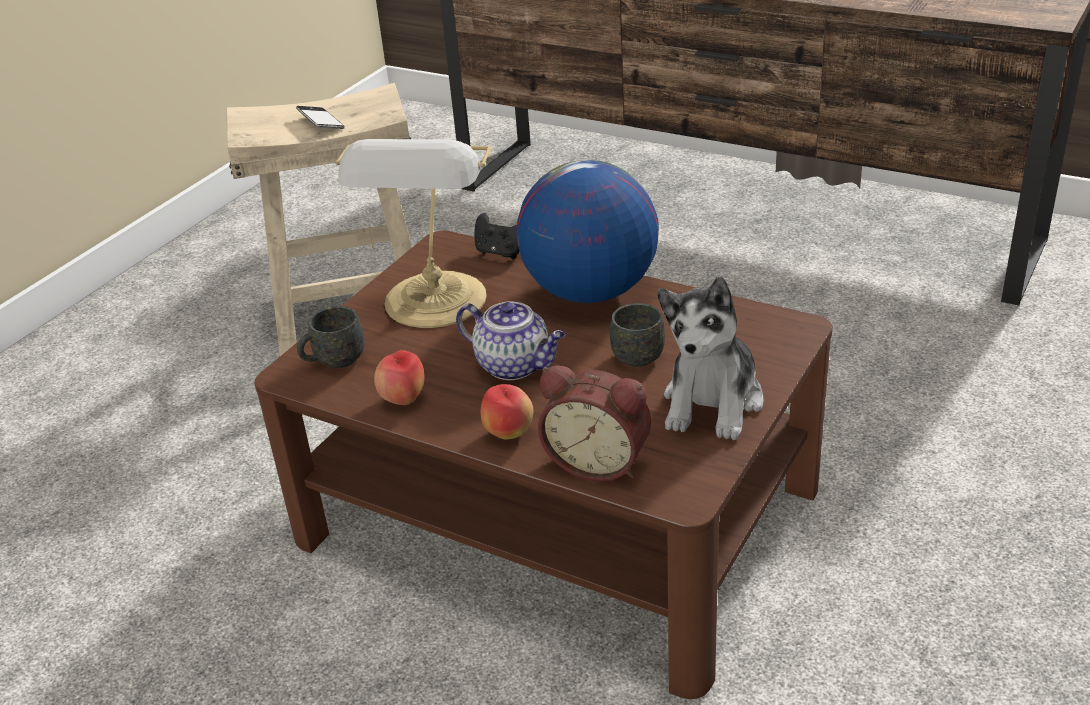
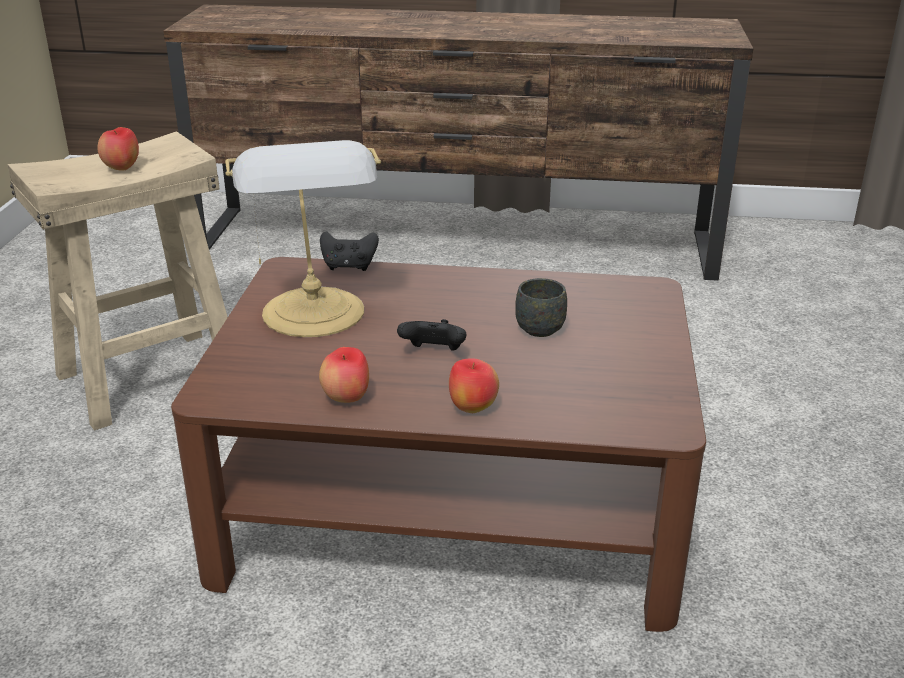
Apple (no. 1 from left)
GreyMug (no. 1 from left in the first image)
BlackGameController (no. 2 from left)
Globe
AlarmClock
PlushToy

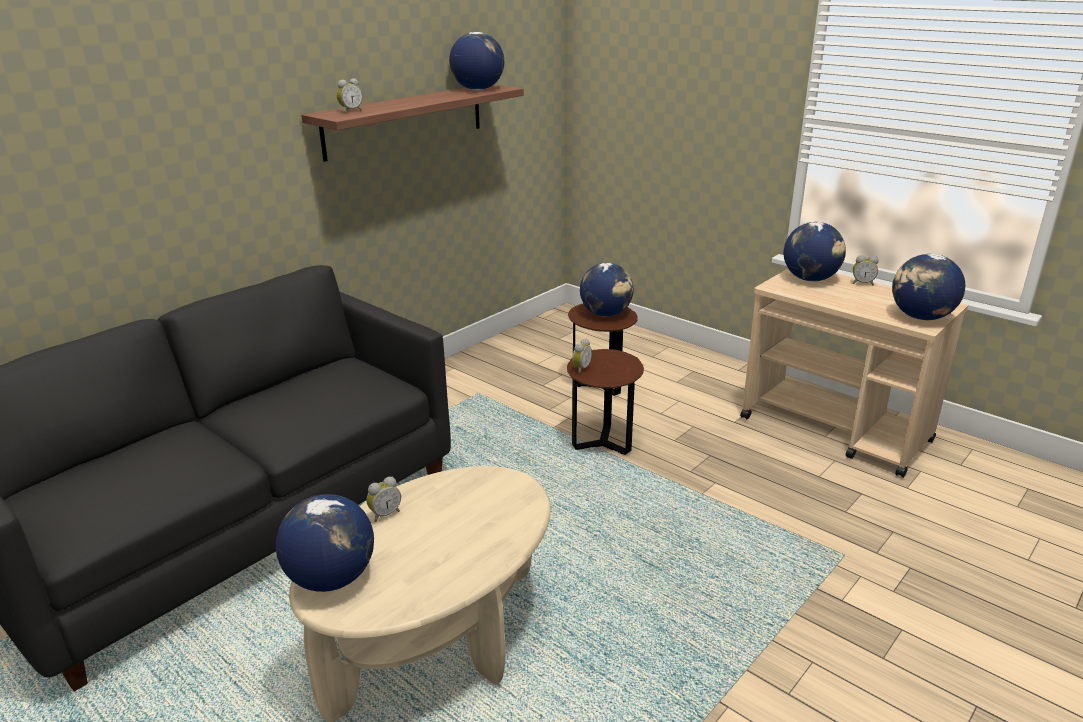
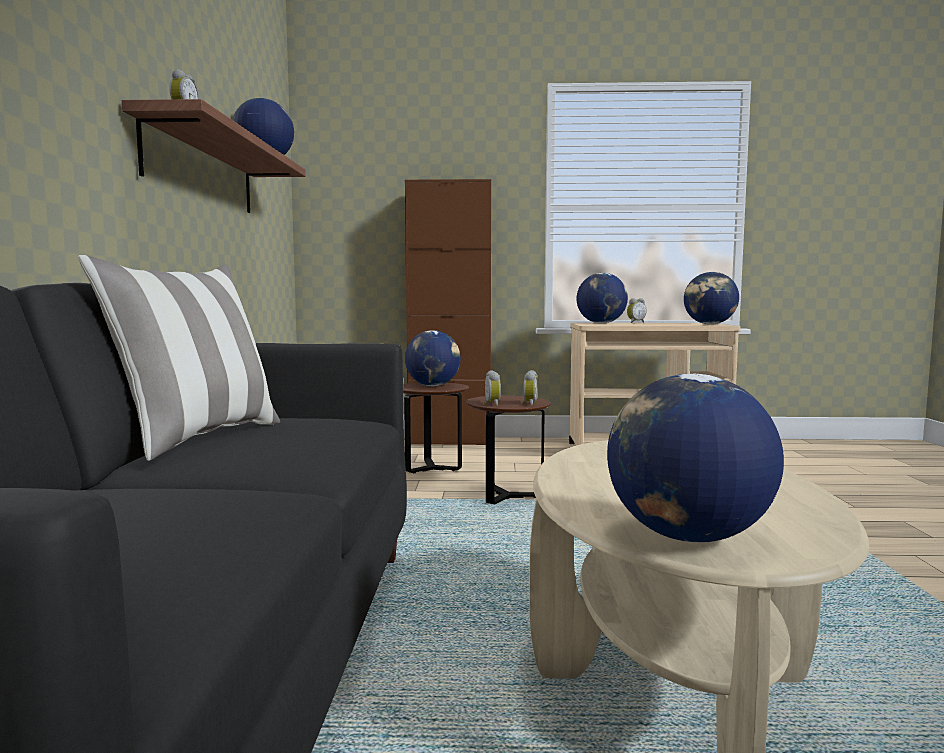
AlarmClock (no. 3 from left)
Pillow
BrownCabinet

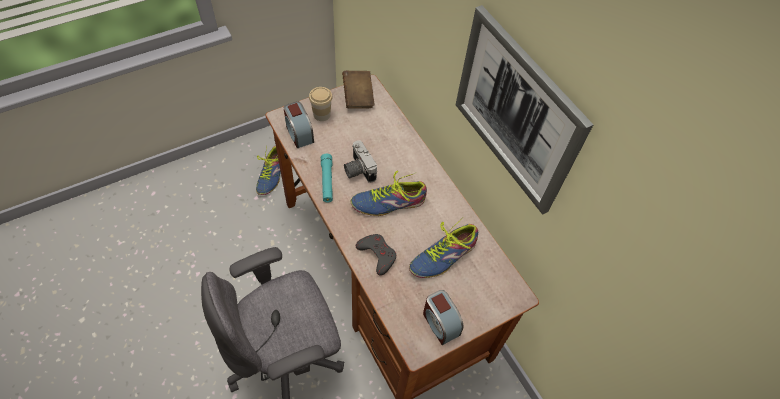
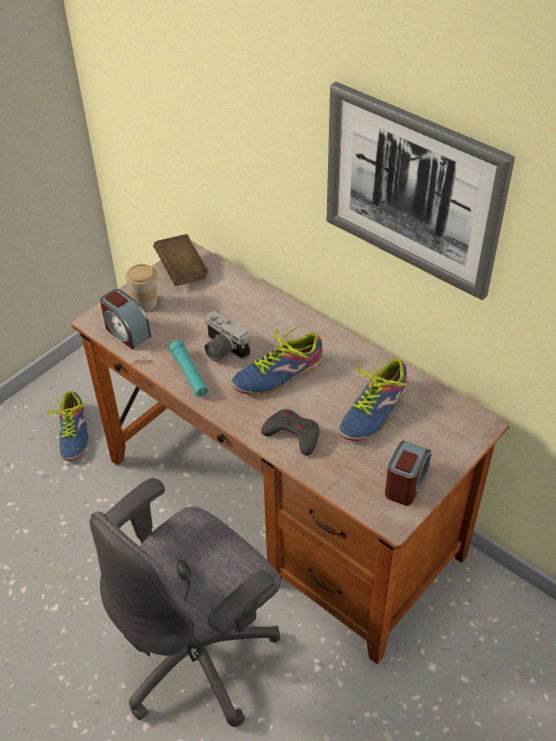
AlarmClock (no. 2 from left)

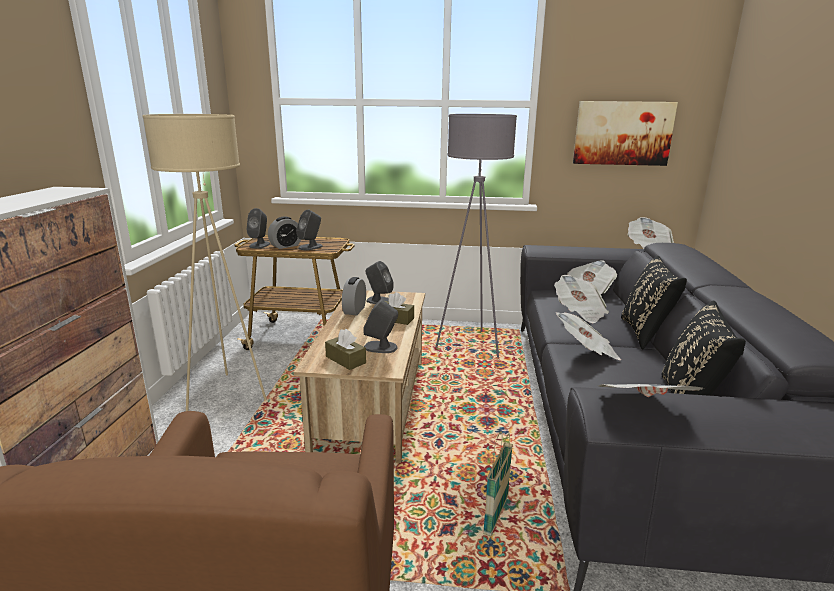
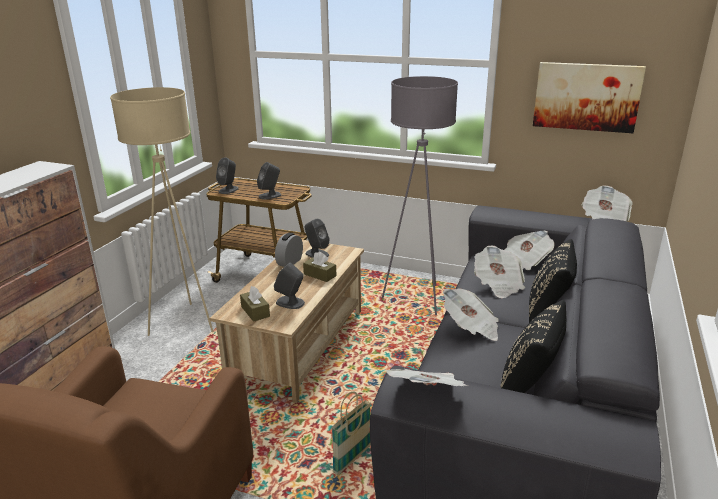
AlarmClock (no. 1 from left in the first image)

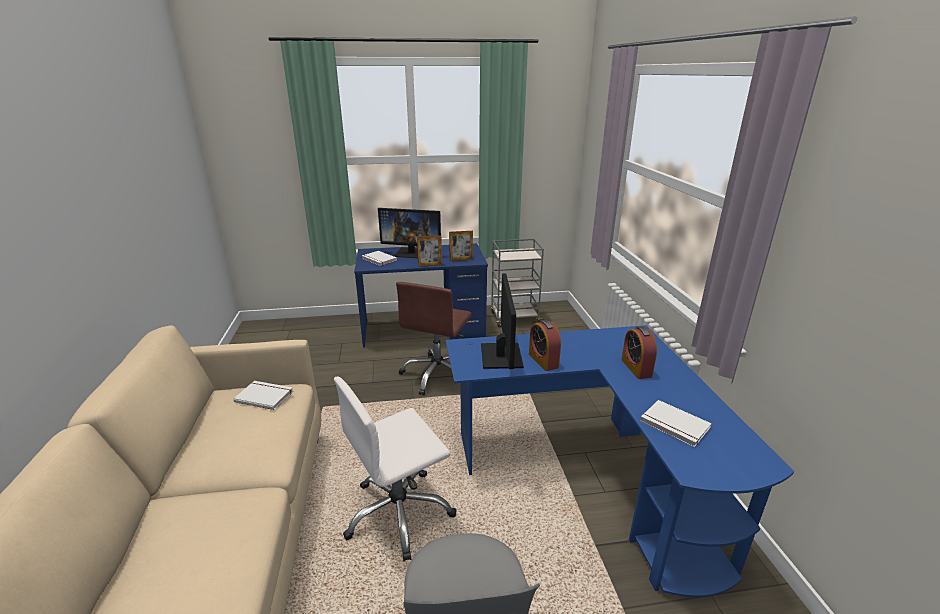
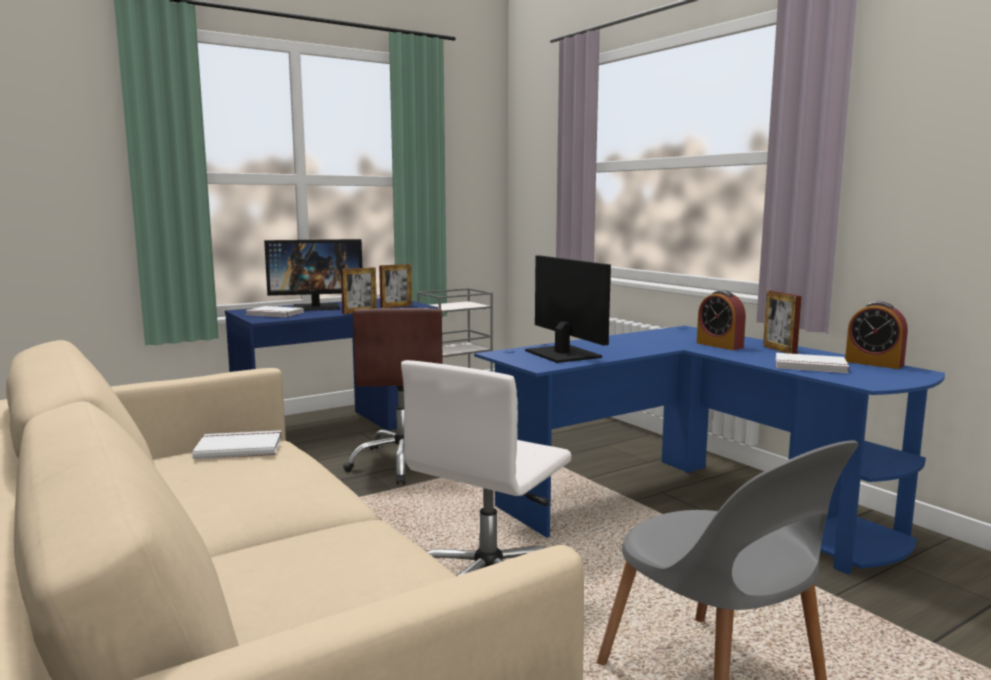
AlarmClock (no. 2 from left)
PictureFrame (no. 3 from left)

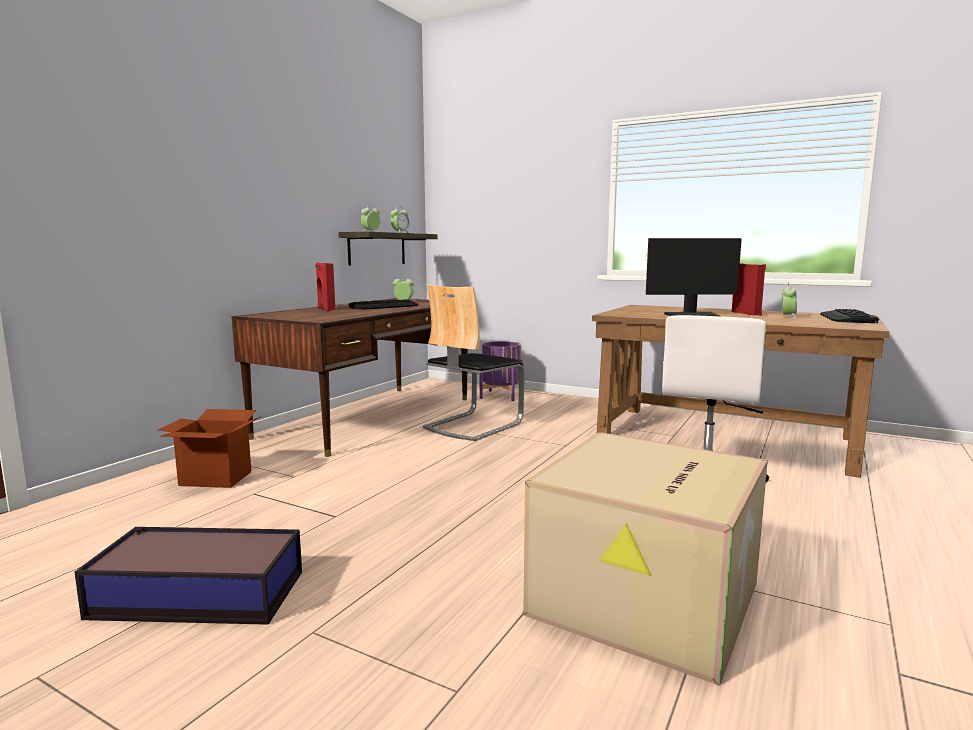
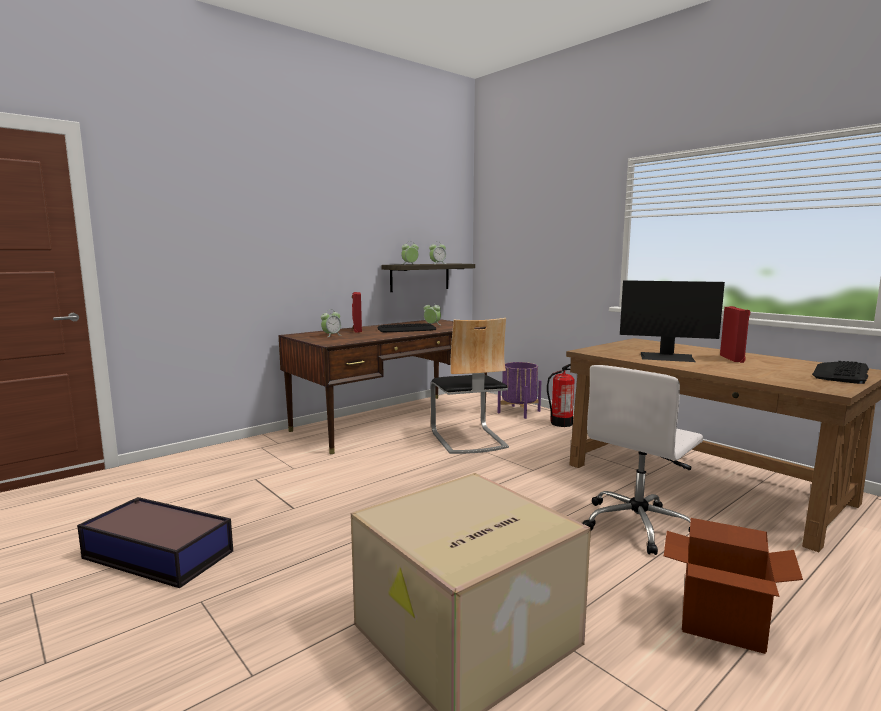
CardboardBox (no. 2 from left)
Chair
AlarmClock (no. 1 from left)
FireExtinguisher

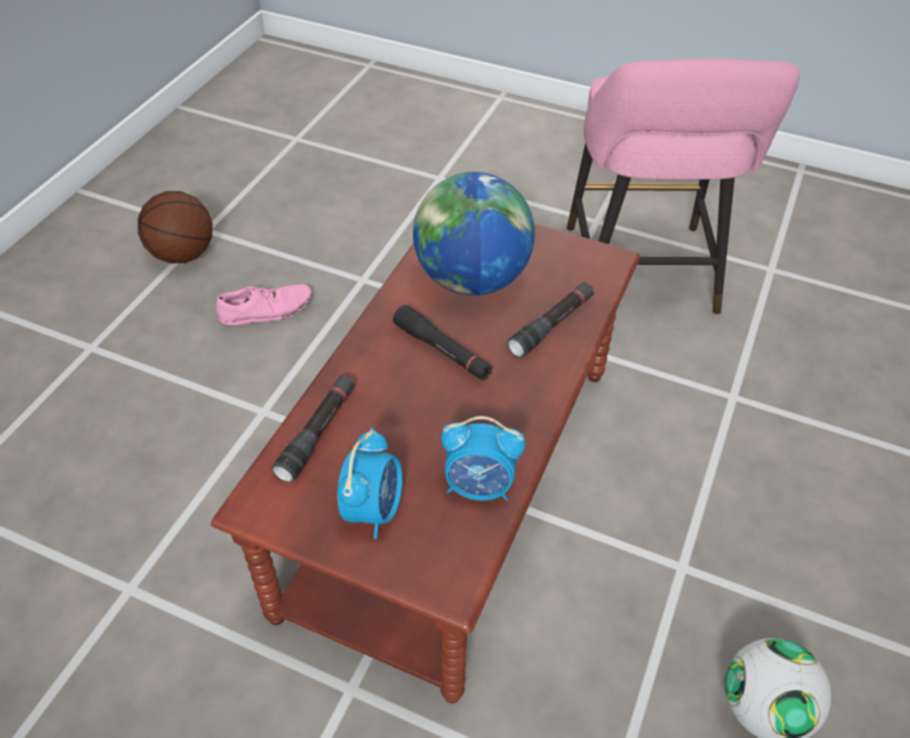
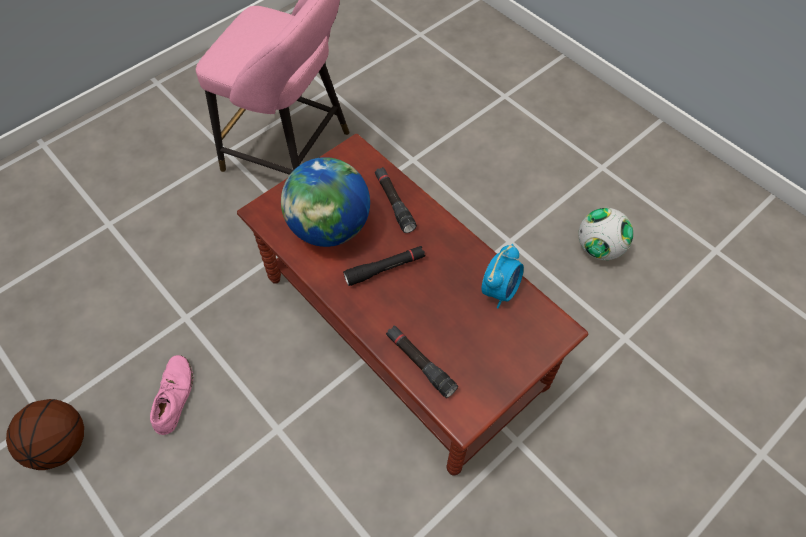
AlarmClock (no. 1 from left in the first image)

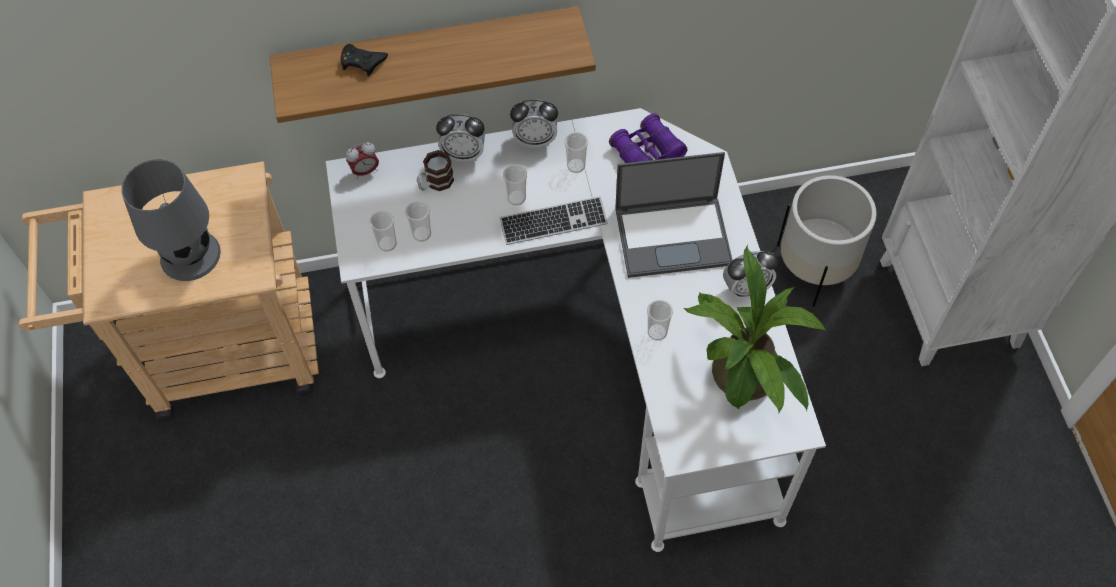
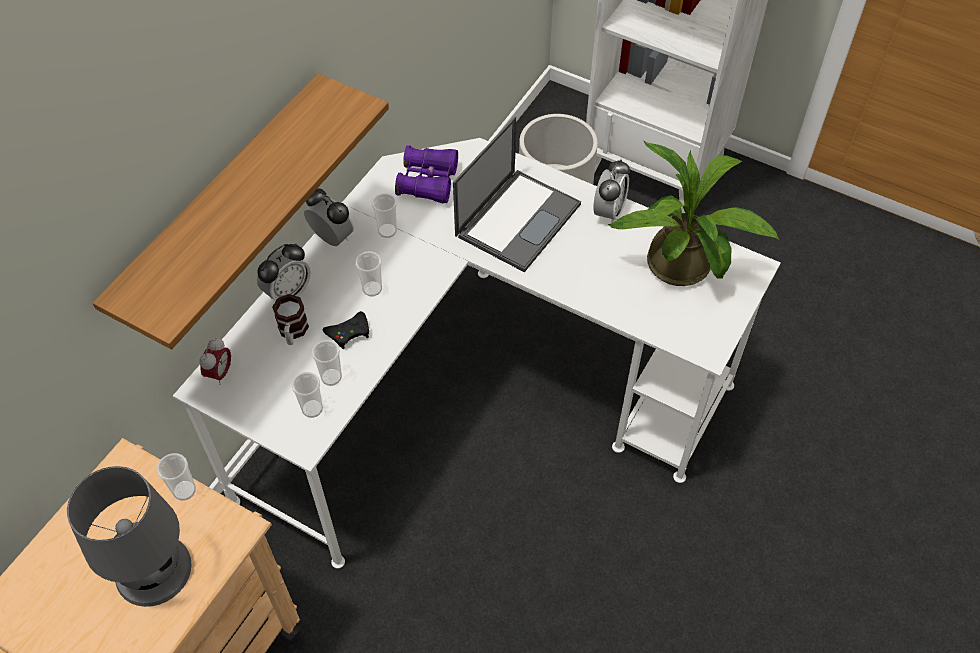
BlackGameController
Keyboard
AlarmClock (no. 3 from left)
Cup (no. 1 from left)

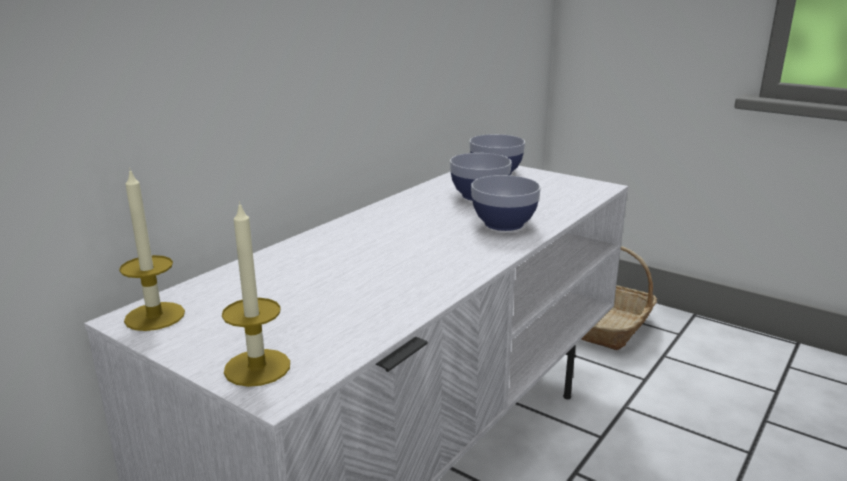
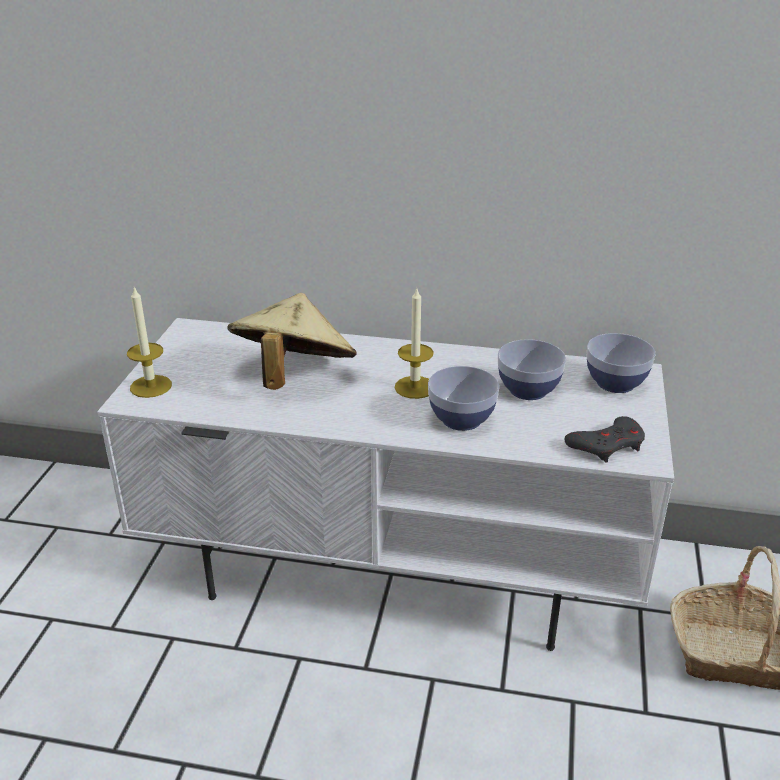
Candle (no. 2 from left)
BeigeHat
GreyGameController

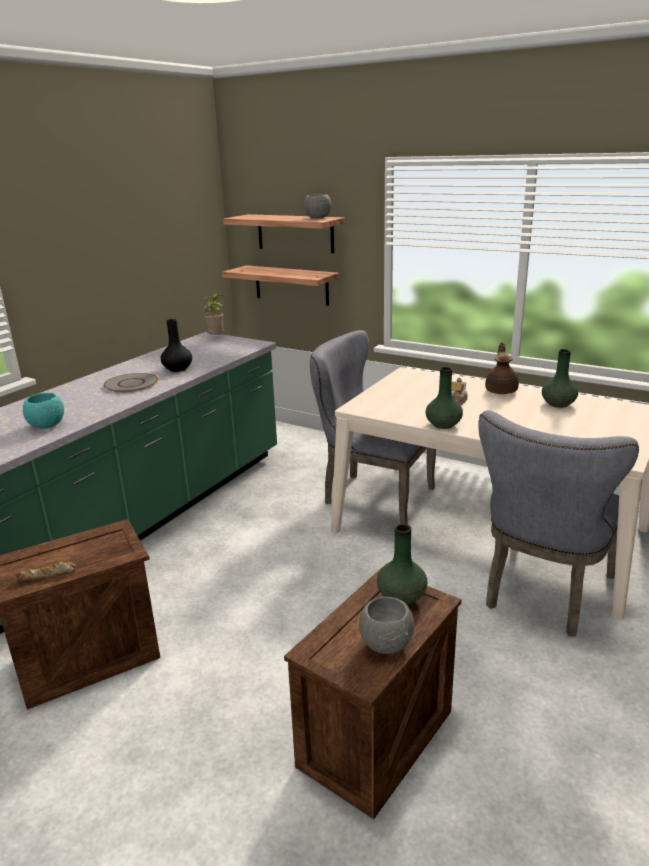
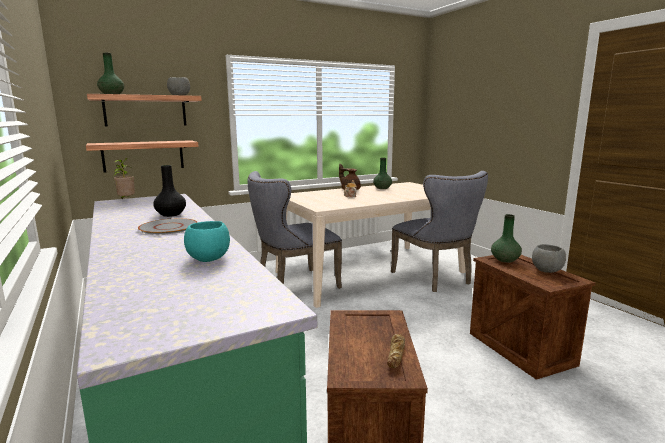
GreenVase (no. 1 from left)

